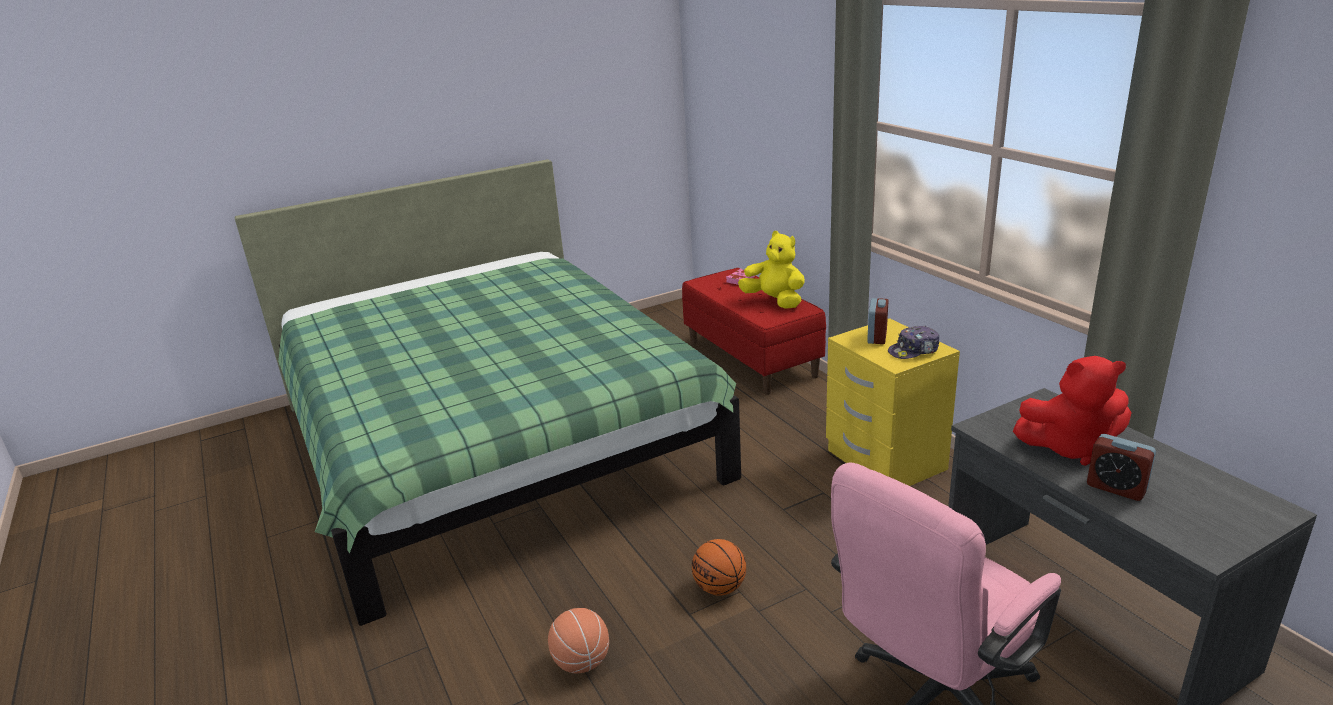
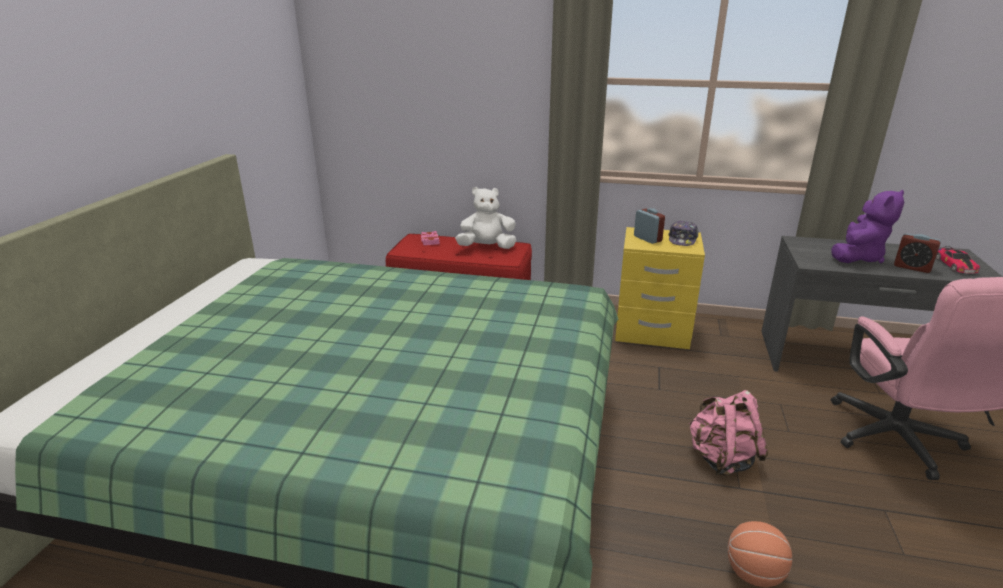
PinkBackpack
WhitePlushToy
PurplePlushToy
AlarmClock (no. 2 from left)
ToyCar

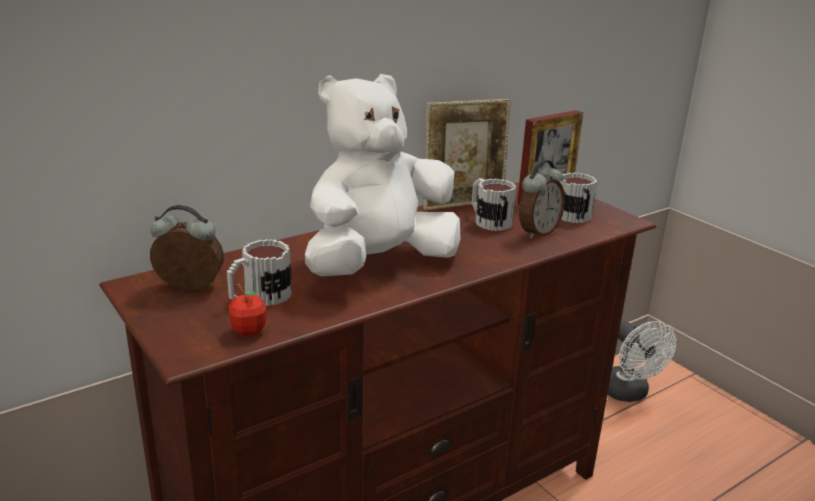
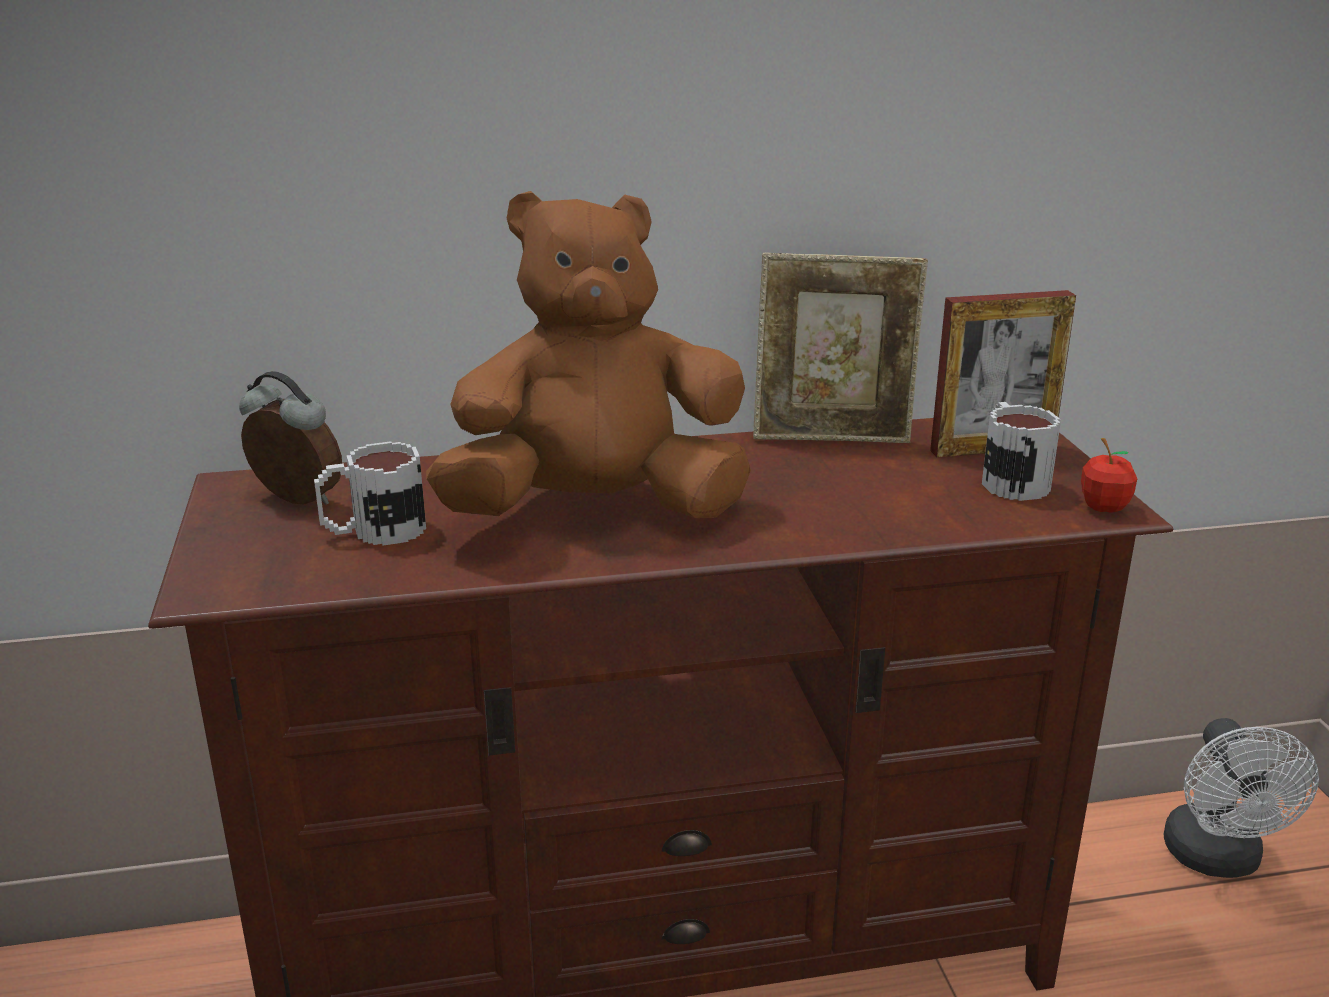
Apple
BrownPlushToy
Mug (no. 2 from left in the first image)
AlarmClock (no. 2 from left in the first image)

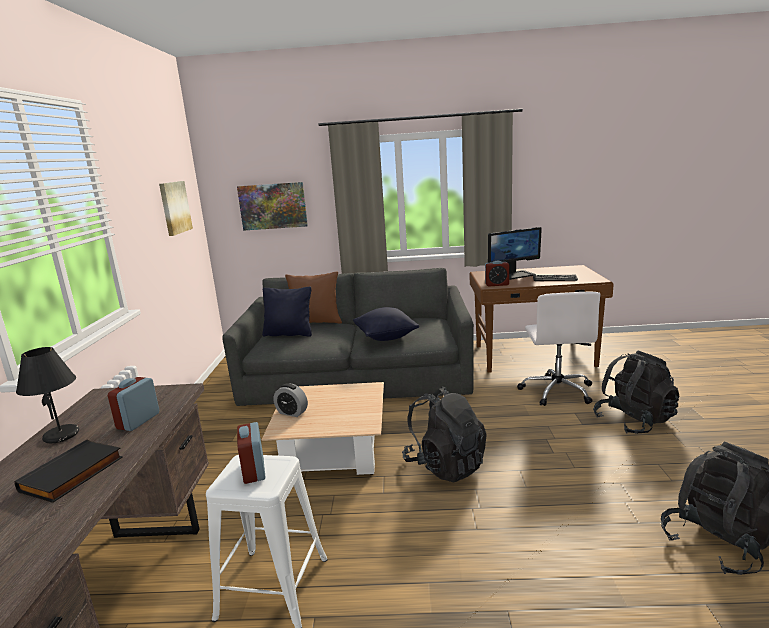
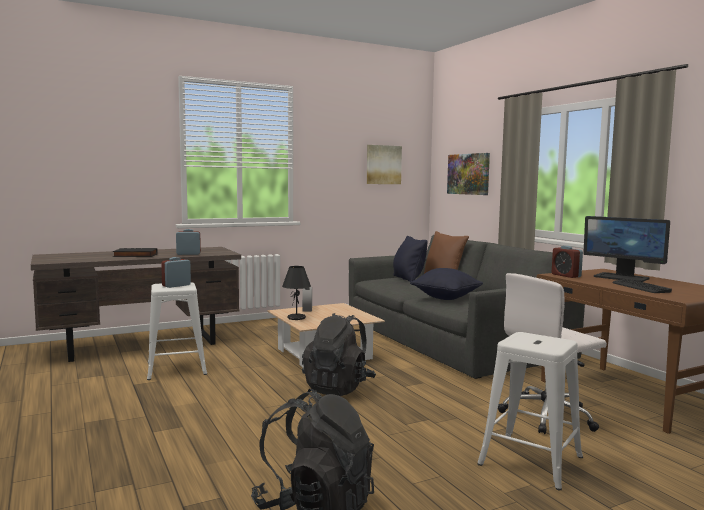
BlackTableLamp
WhiteStool (no. 2 from left)

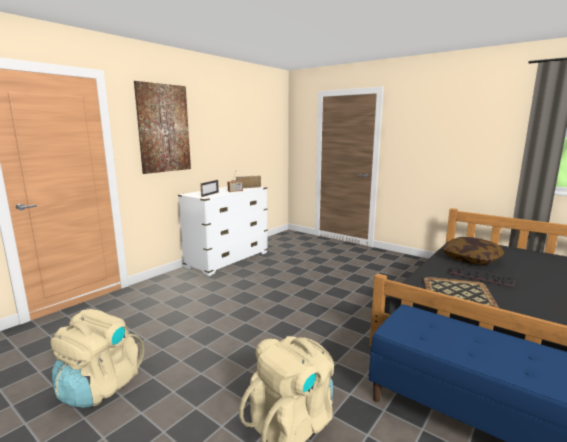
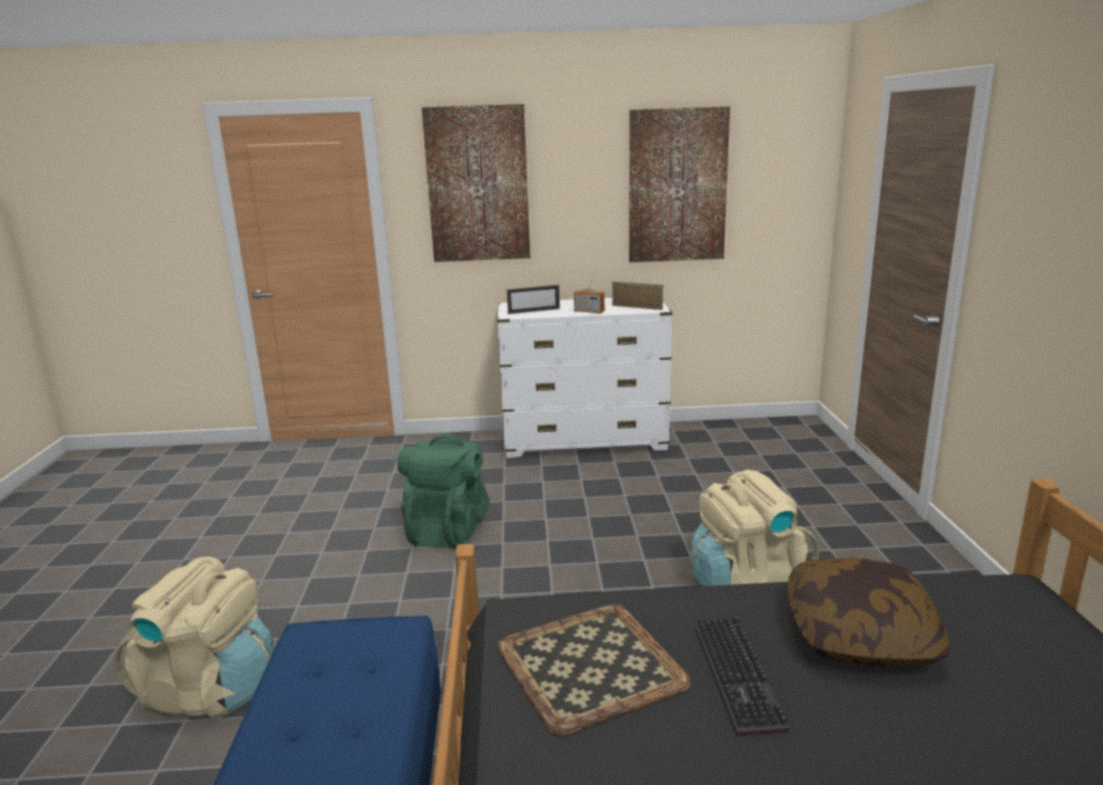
BeigeBackpack (no. 2 from left)
GreenBackpack
Picture (no. 2 from left)

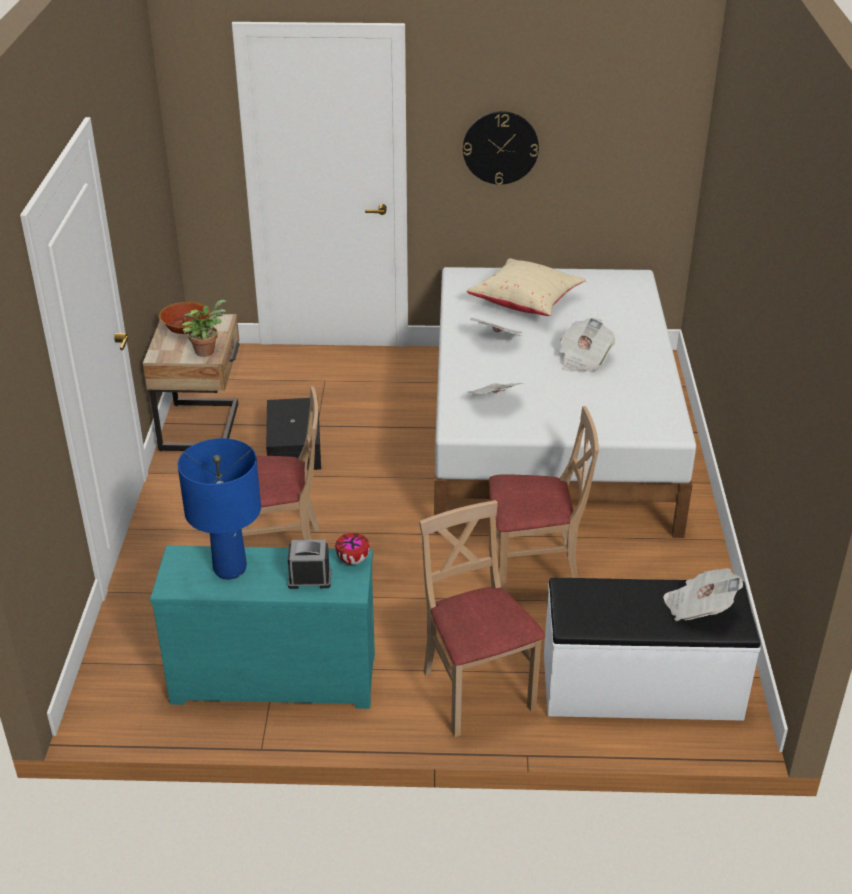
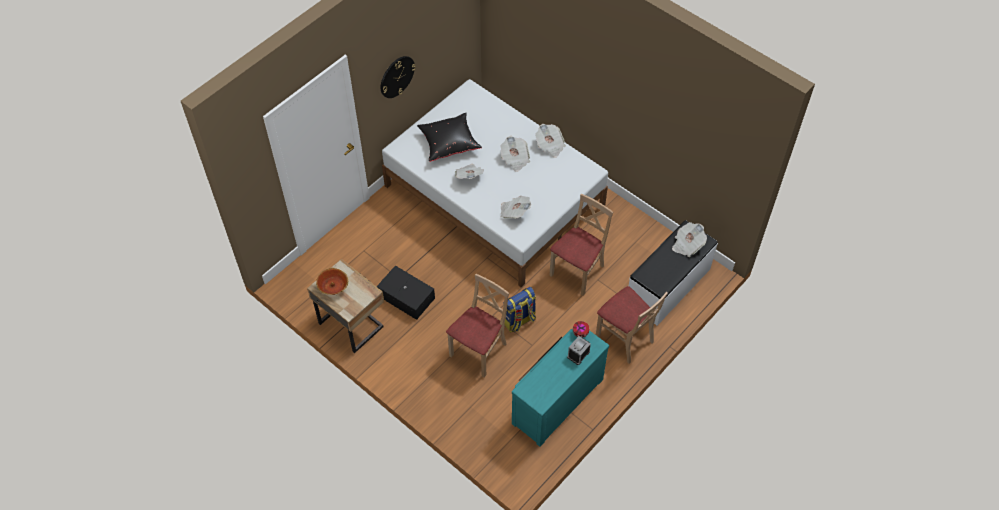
BlueTableLamp
PottedPlant
BeigeChair (no. 3 from left)
BlackPillow
Backpack
Newspaper (no. 4 from left)

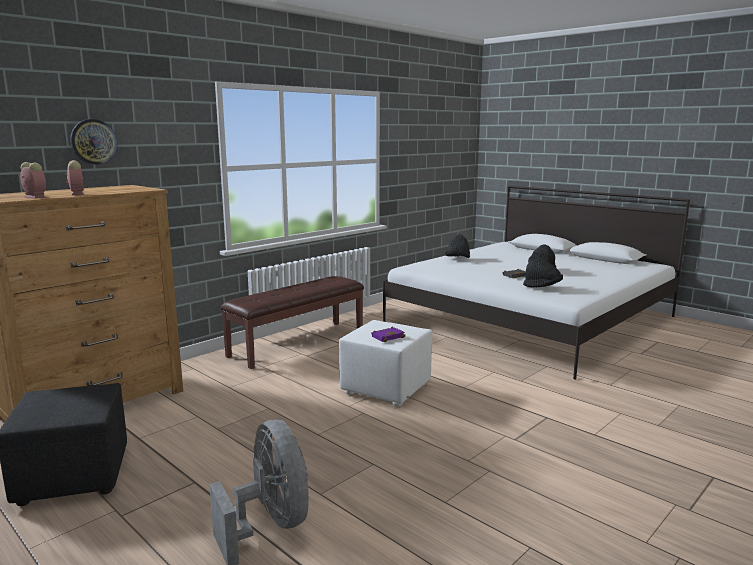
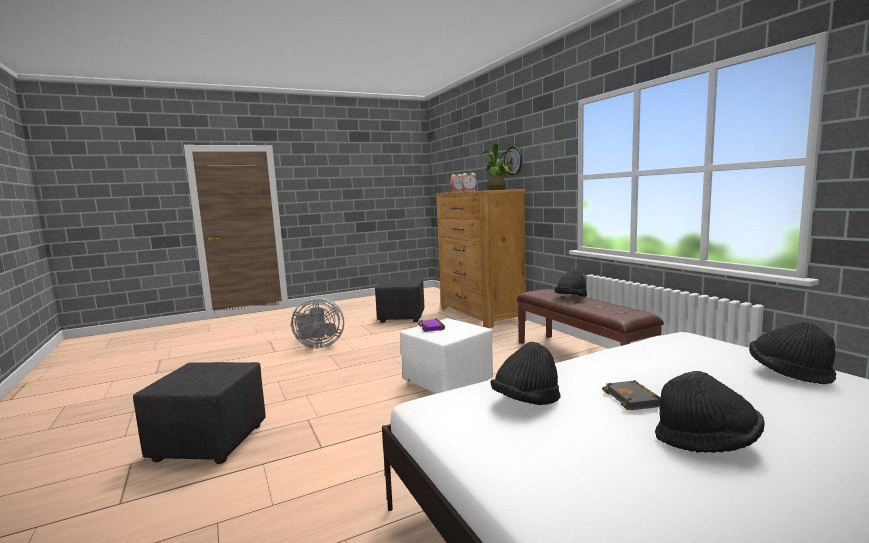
BlackOttoman (no. 1 from left)
PottedPlant
BlackHat (no. 2 from left)

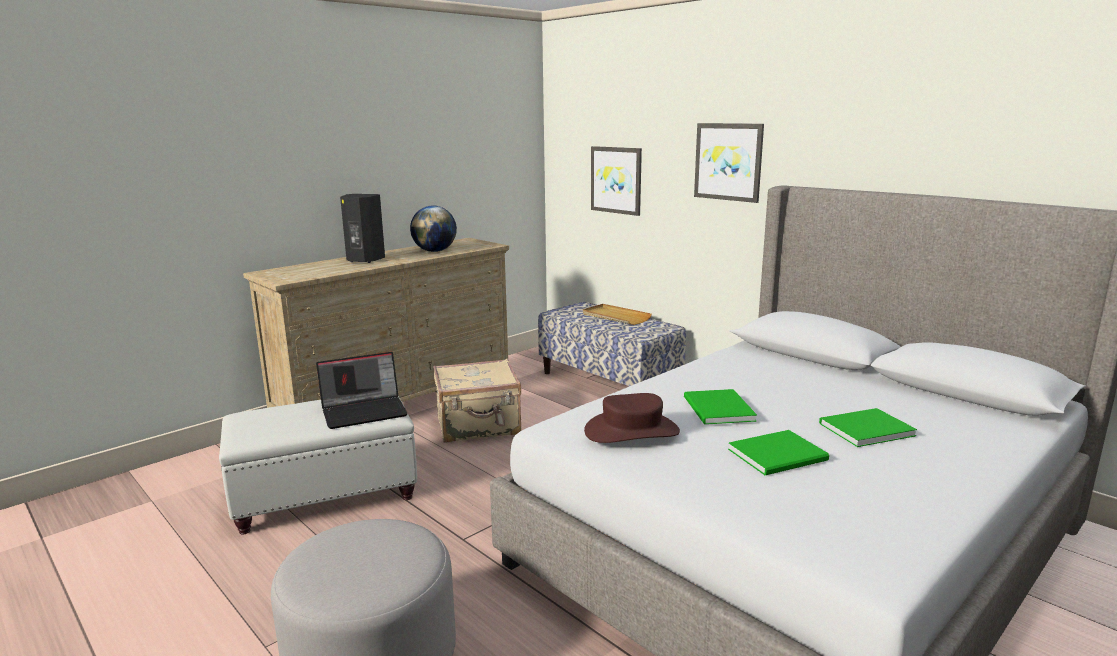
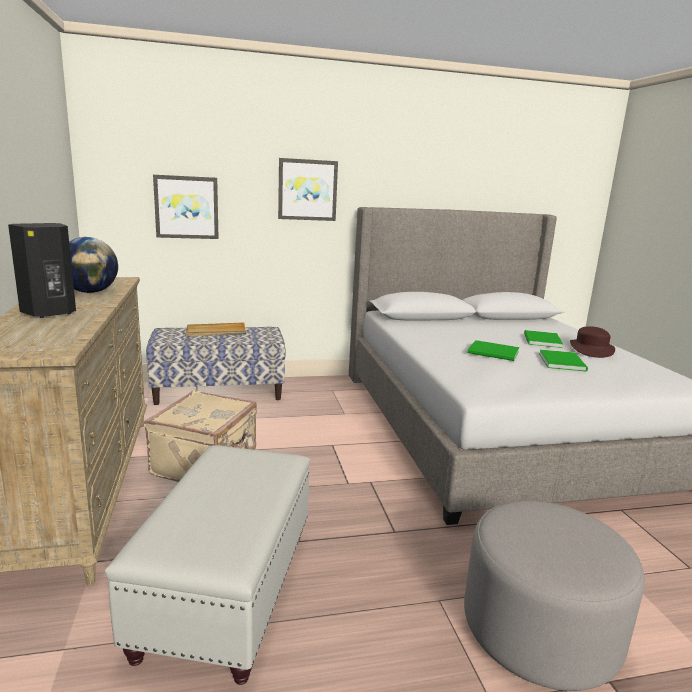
Laptop
BrownHat

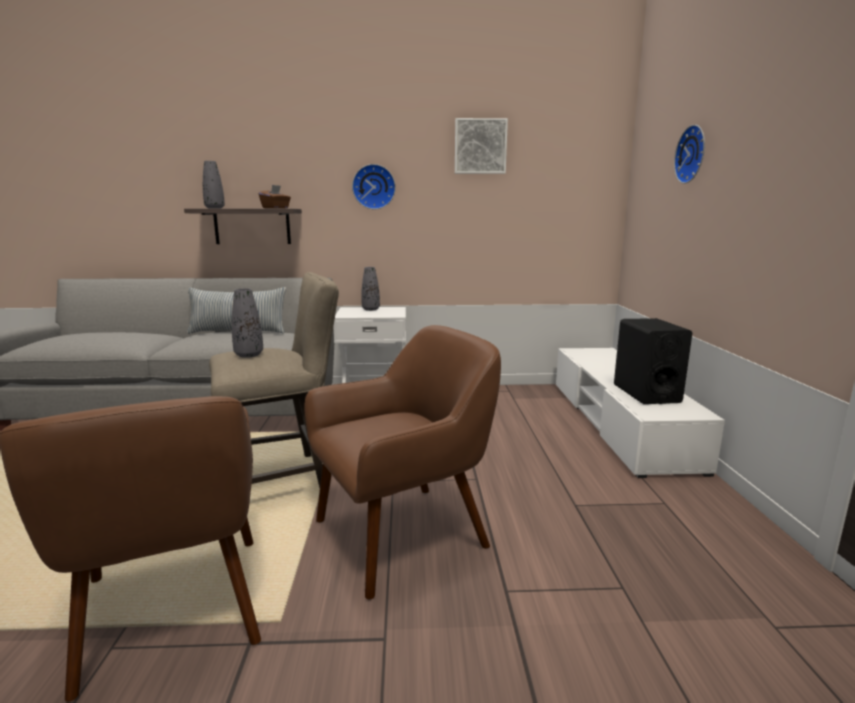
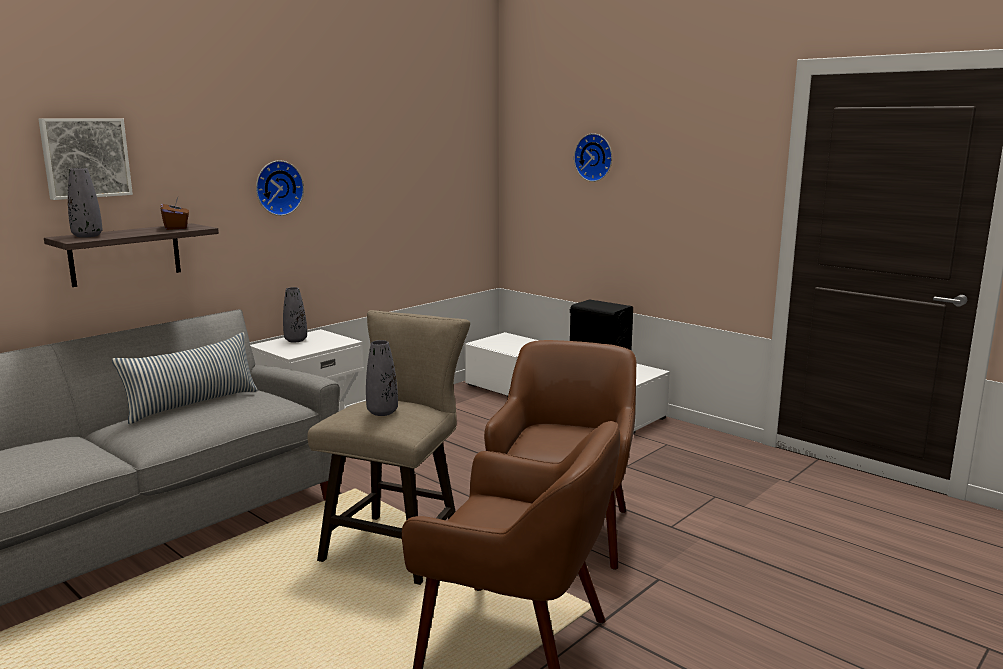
Picture

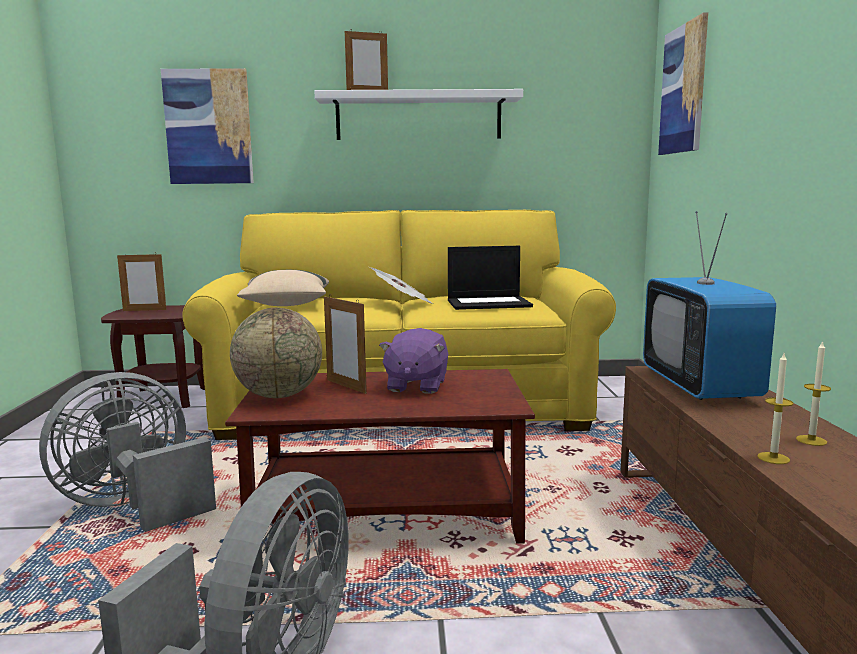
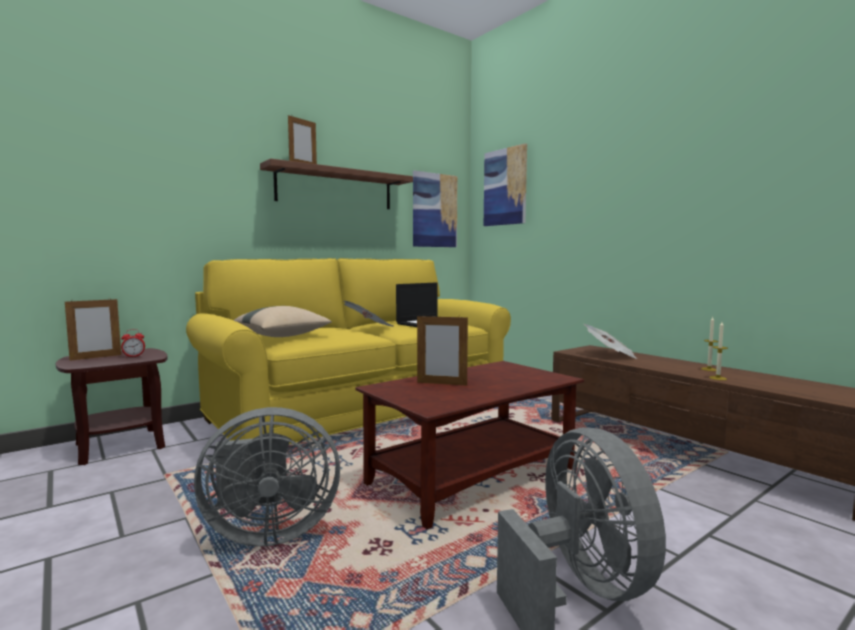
GreyFan (no. 1 from left)
Picture (no. 1 from left)
Globe
BrownShelf
PurplePlushToy
Newspaper (no. 2 from left)
AlarmClock

